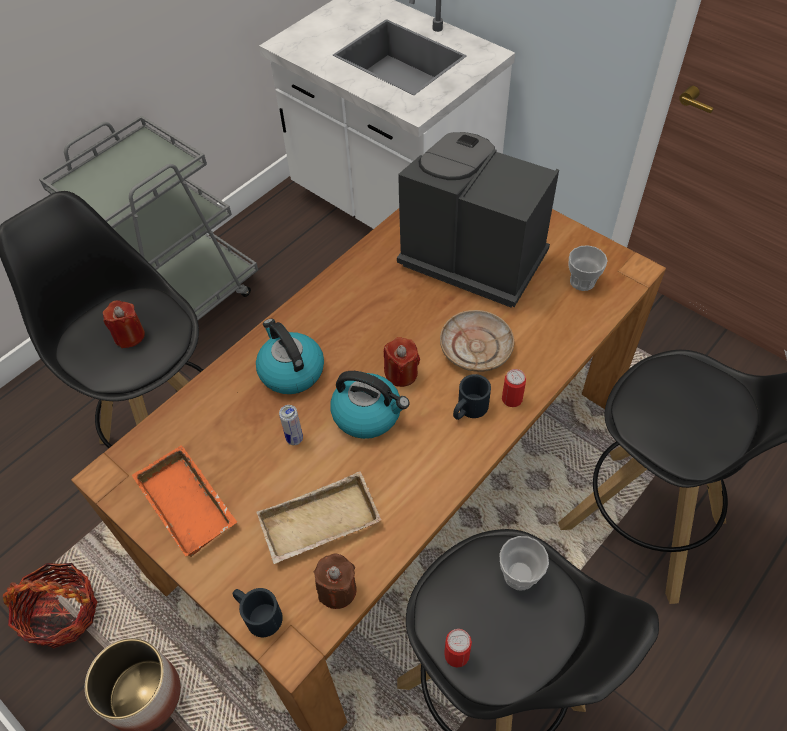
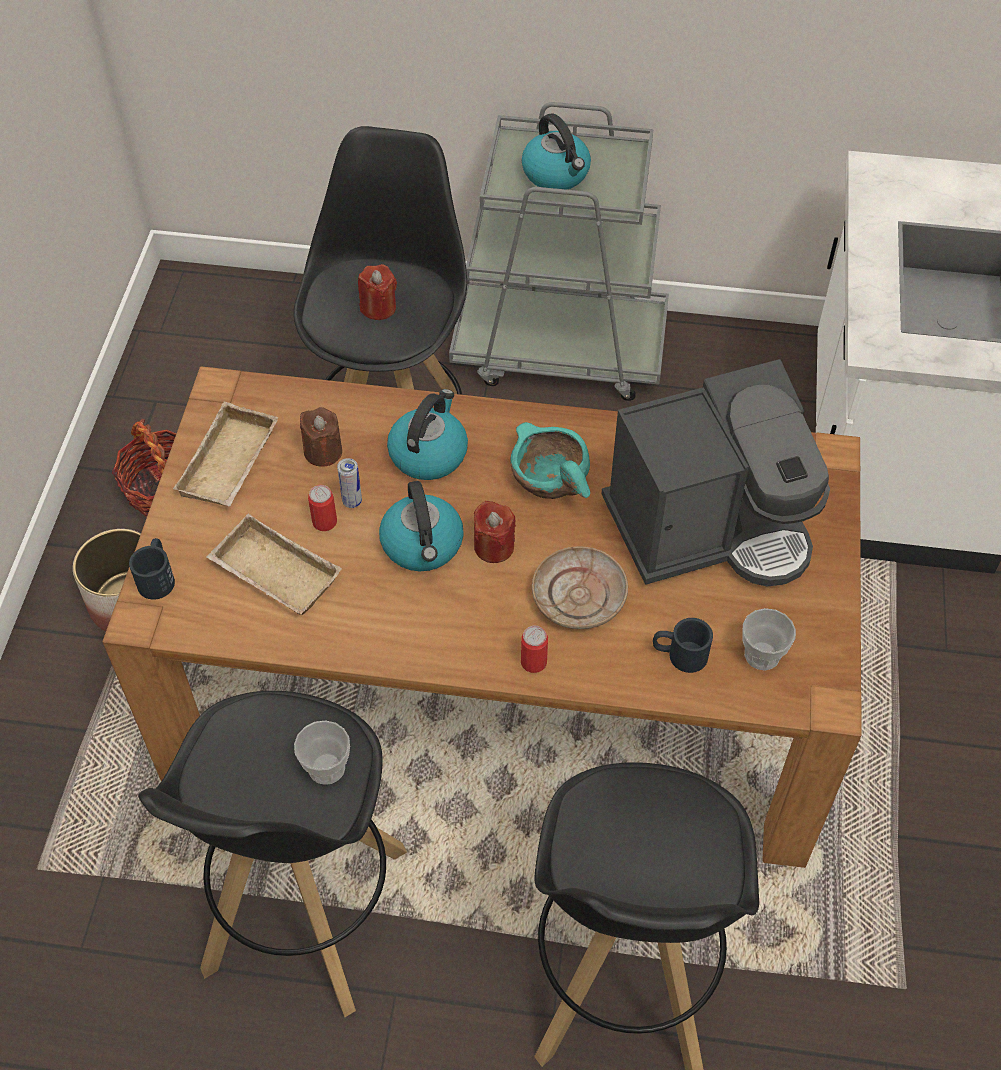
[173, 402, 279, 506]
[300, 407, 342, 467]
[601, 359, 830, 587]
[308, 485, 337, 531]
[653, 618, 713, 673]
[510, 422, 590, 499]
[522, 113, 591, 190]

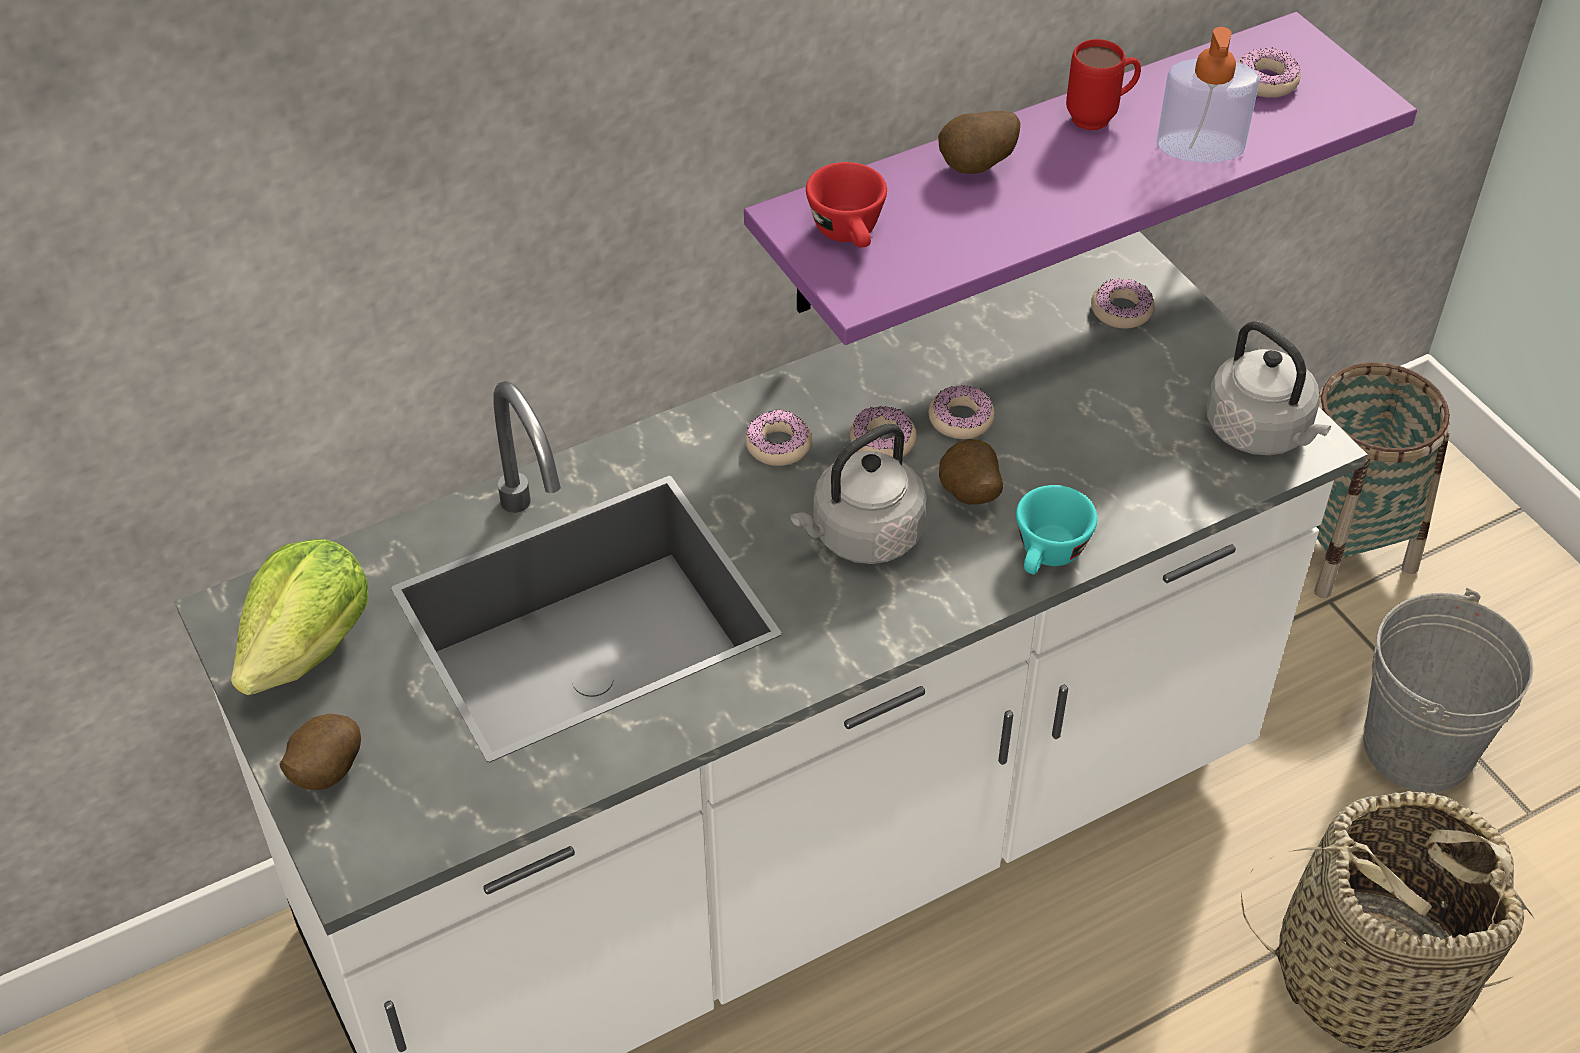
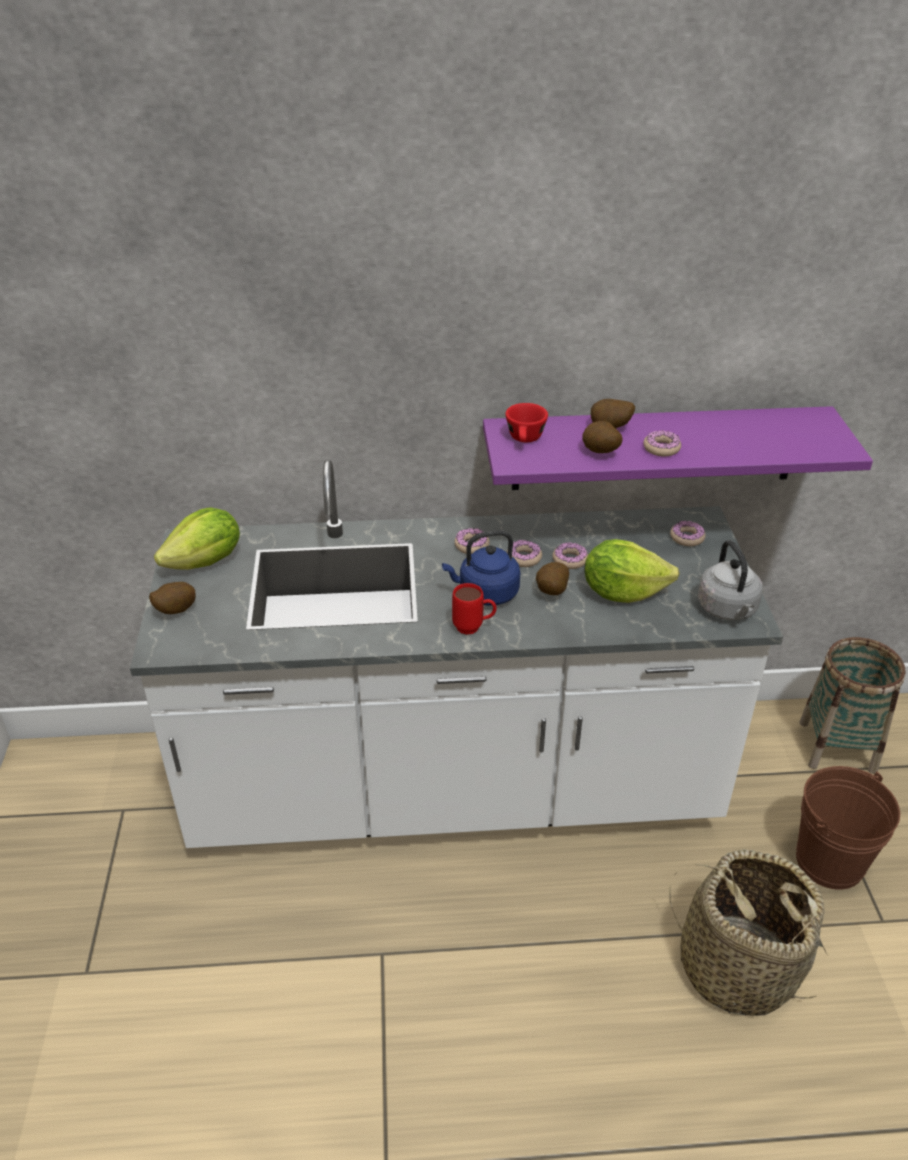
[442, 530, 520, 606]
[1016, 485, 1098, 575] (first image)
[452, 583, 497, 635]
[1156, 27, 1260, 163] (first image)
[643, 430, 681, 456]
[796, 766, 900, 890]
[582, 421, 623, 453]
[585, 539, 680, 603]

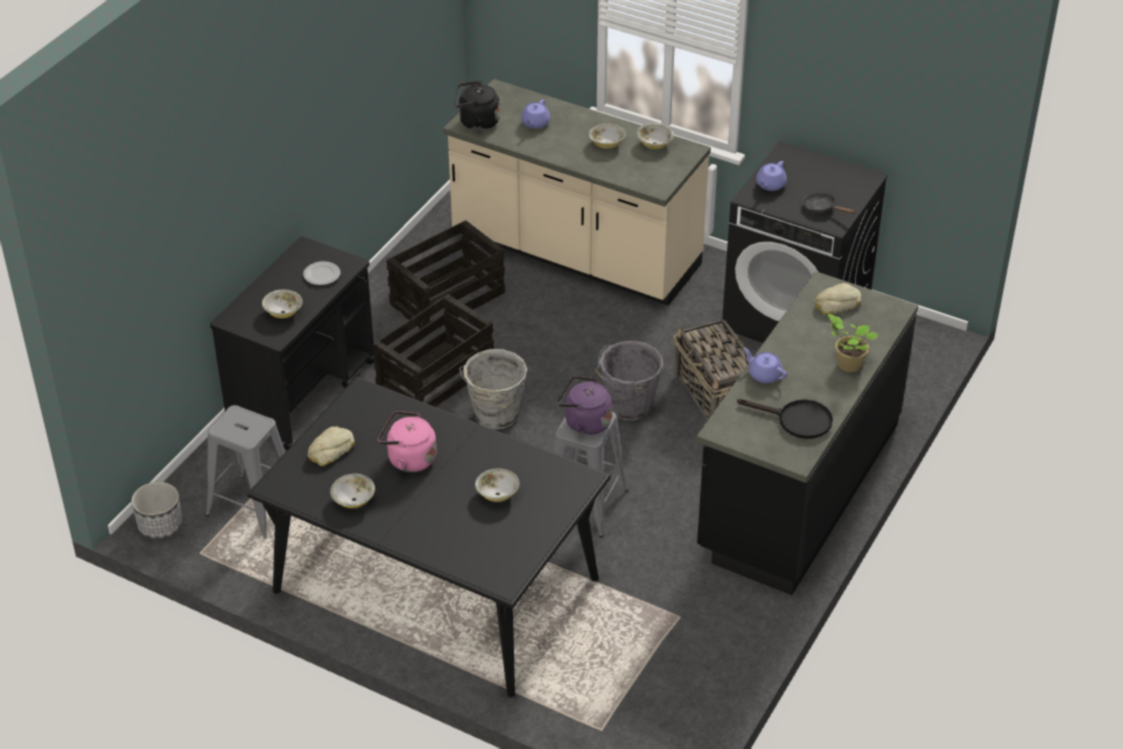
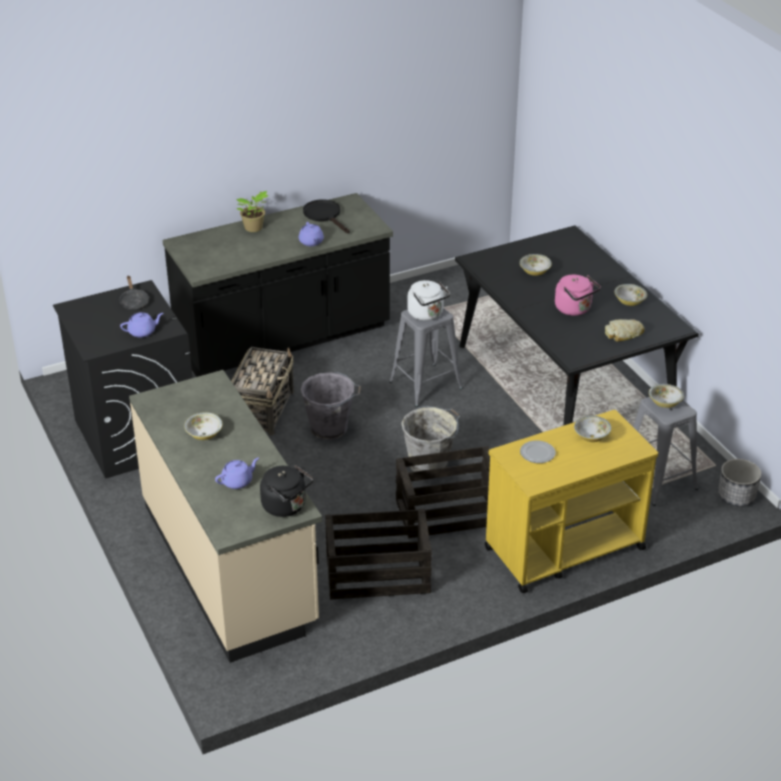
[485, 410, 658, 593]
[407, 280, 450, 321]
[649, 384, 684, 408]
[814, 283, 861, 315] (first image)

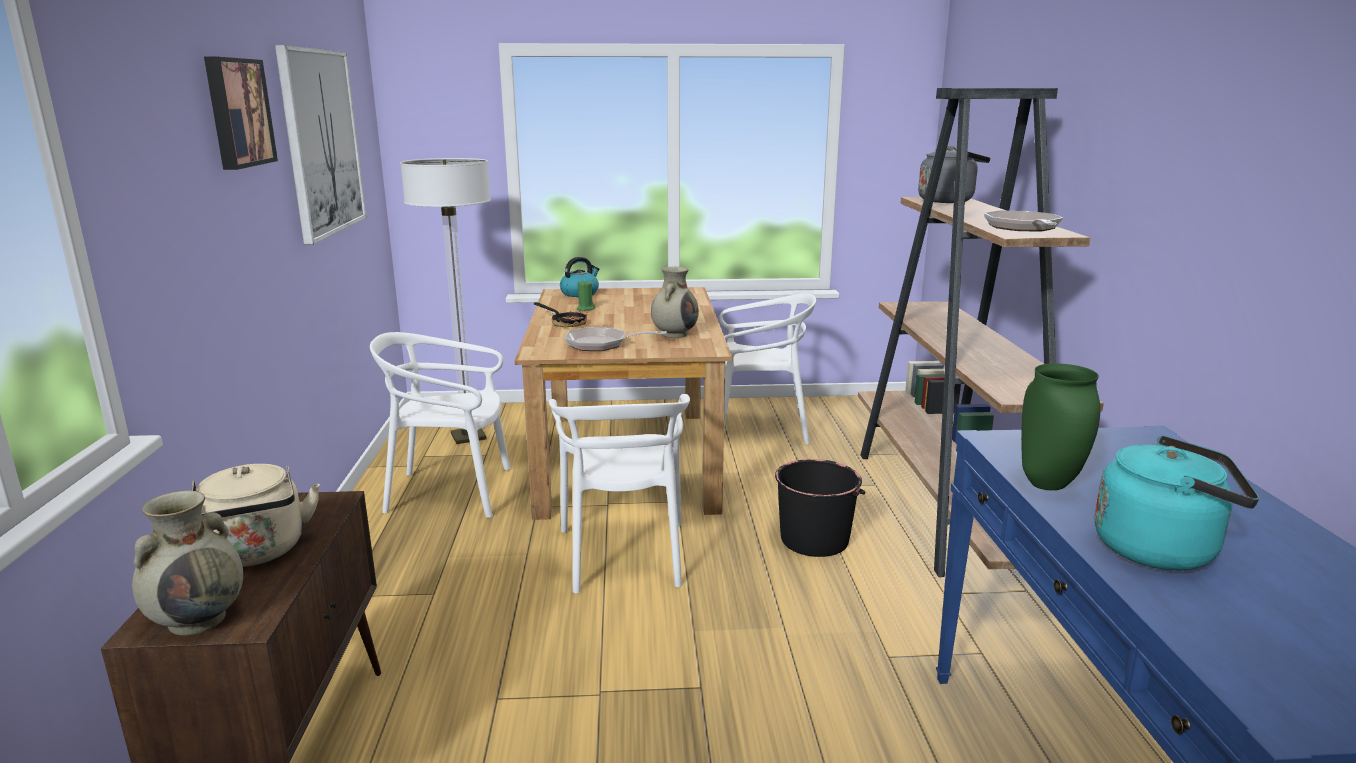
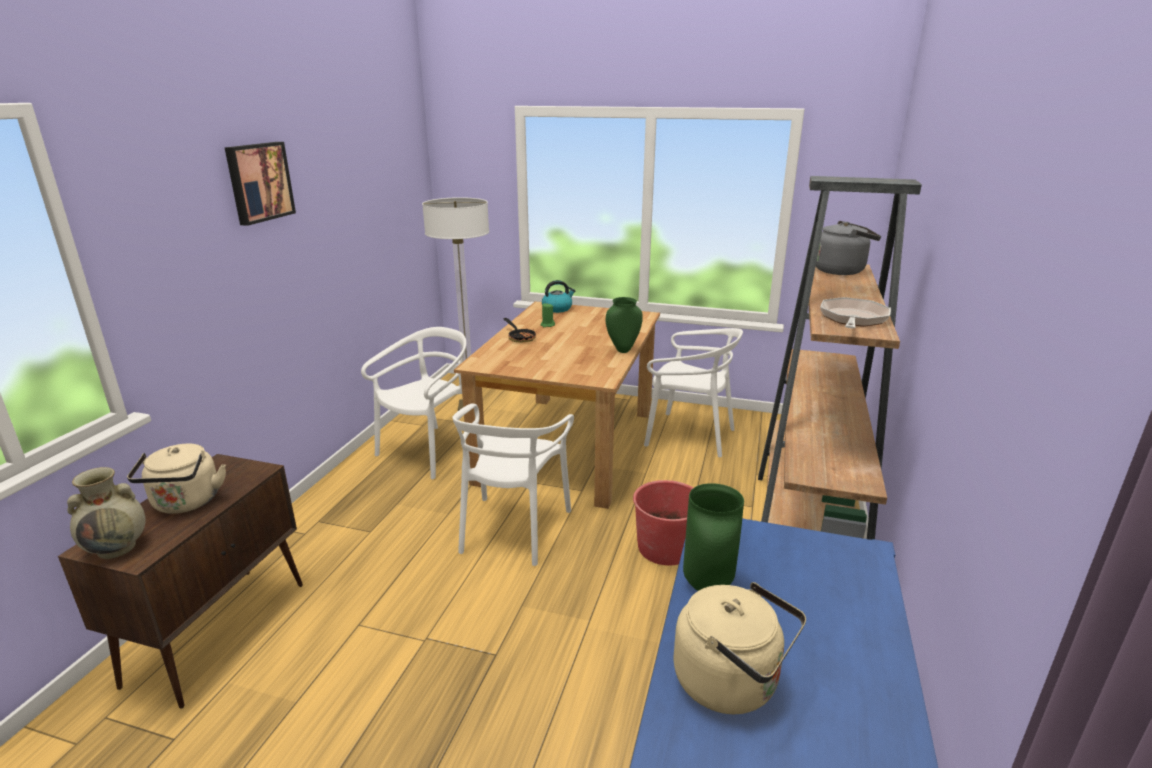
[275, 45, 367, 245] (first image)
[361, 327, 466, 479]
[565, 327, 667, 351] (first image)
[651, 267, 699, 338] (first image)
[633, 480, 693, 565]
[674, 582, 806, 714]
[606, 297, 643, 353]

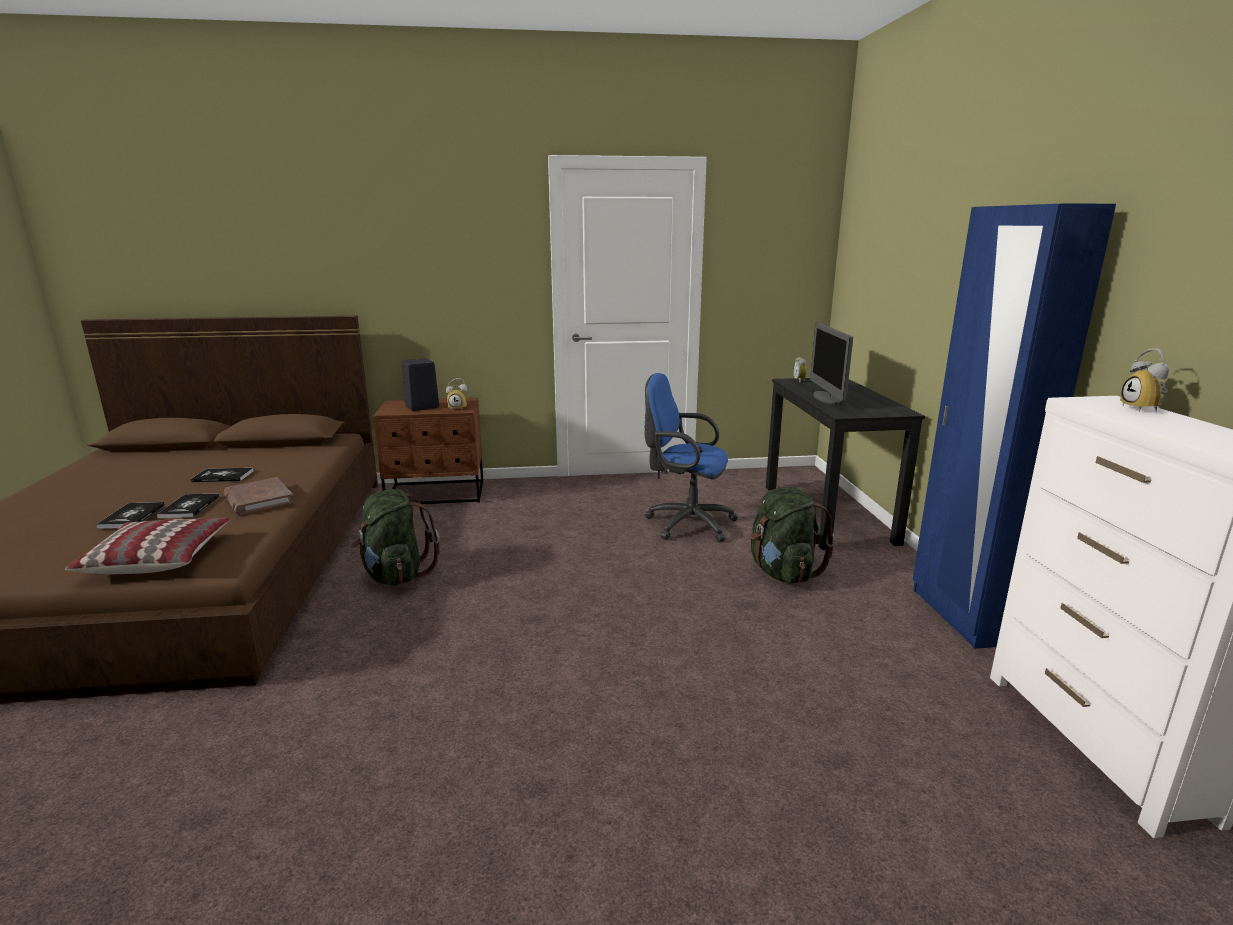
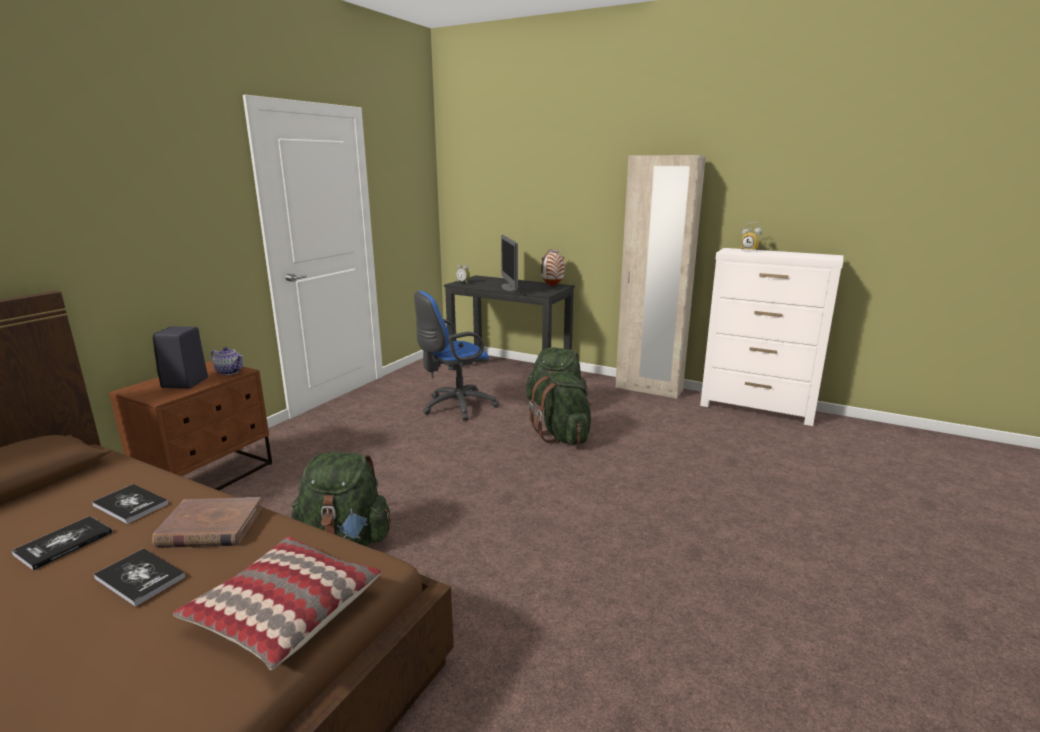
[92, 484, 169, 524]
[211, 347, 243, 375]
[501, 235, 518, 291]
[616, 155, 706, 399]
[529, 371, 592, 445]
[541, 249, 565, 286]

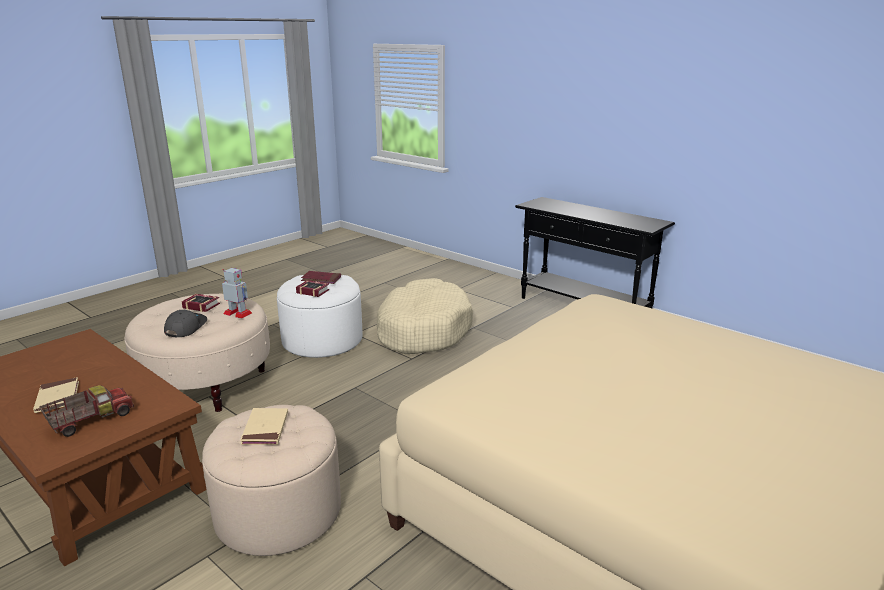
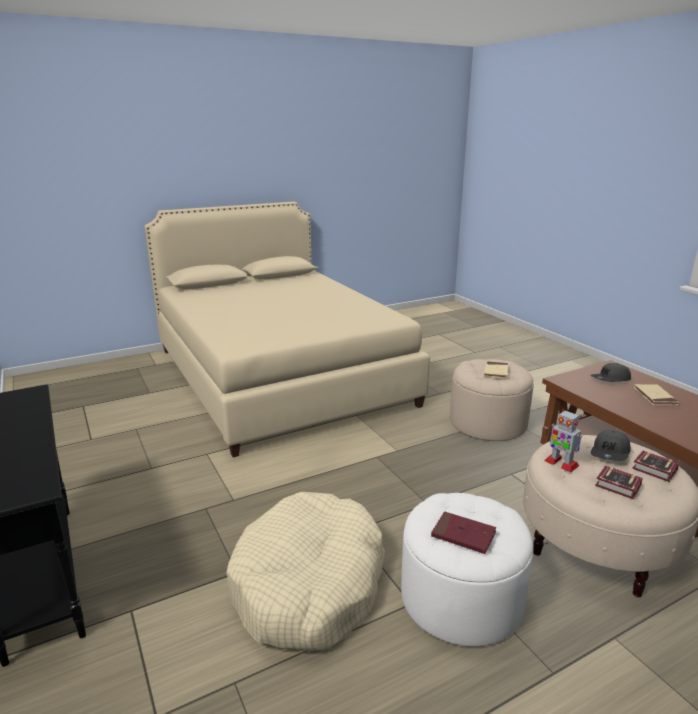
[590, 363, 631, 382]
[632, 451, 679, 482]

